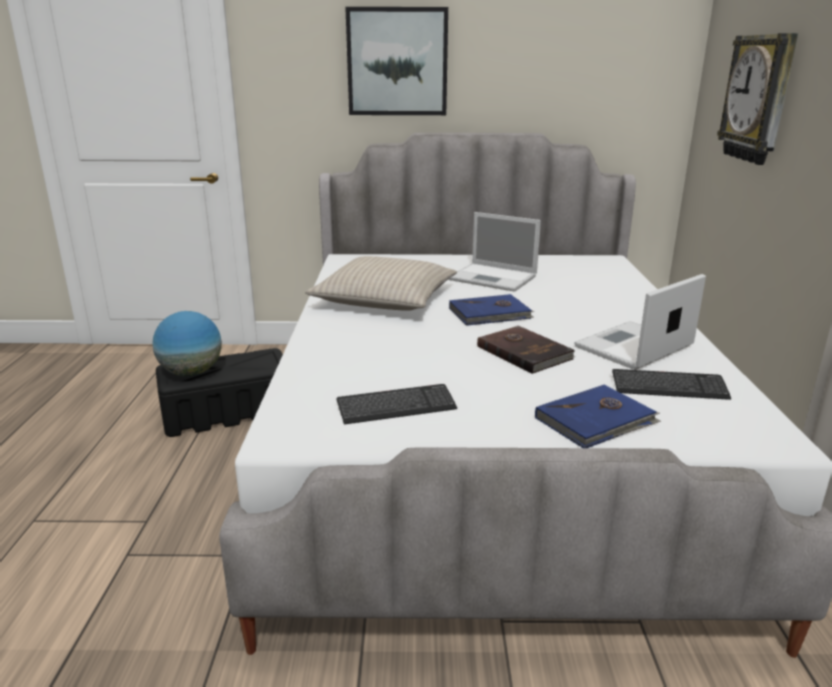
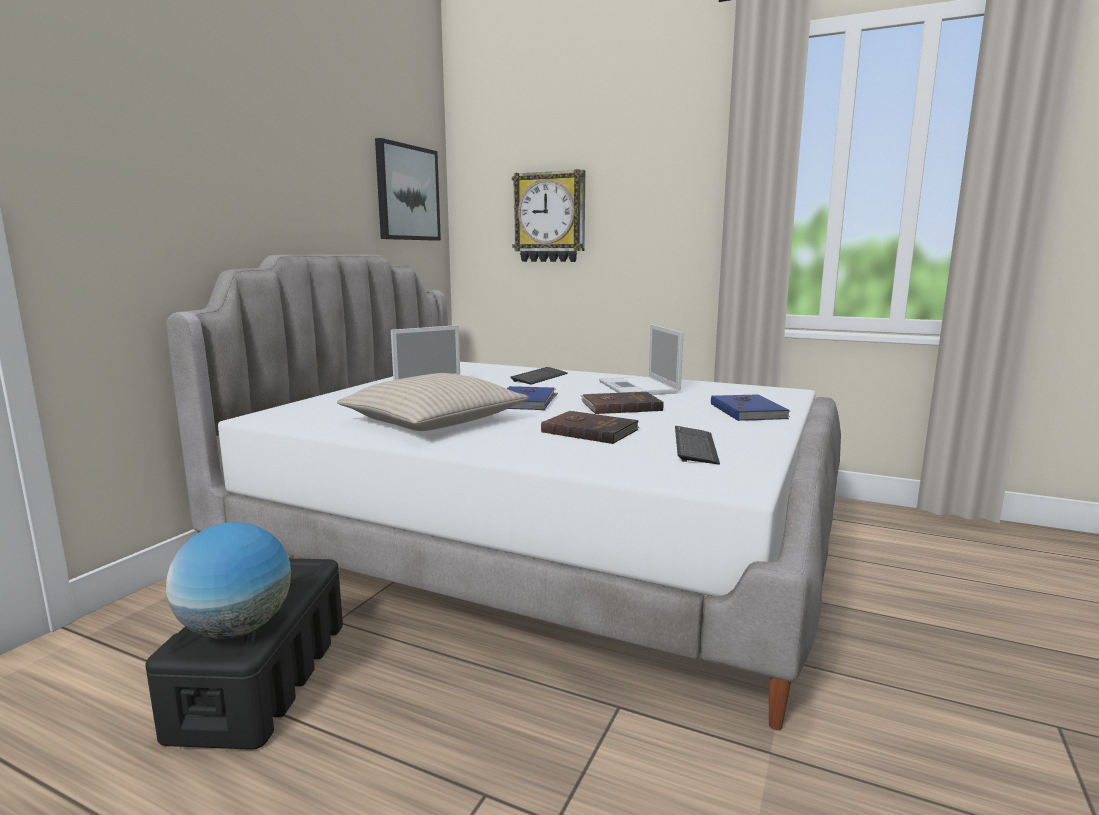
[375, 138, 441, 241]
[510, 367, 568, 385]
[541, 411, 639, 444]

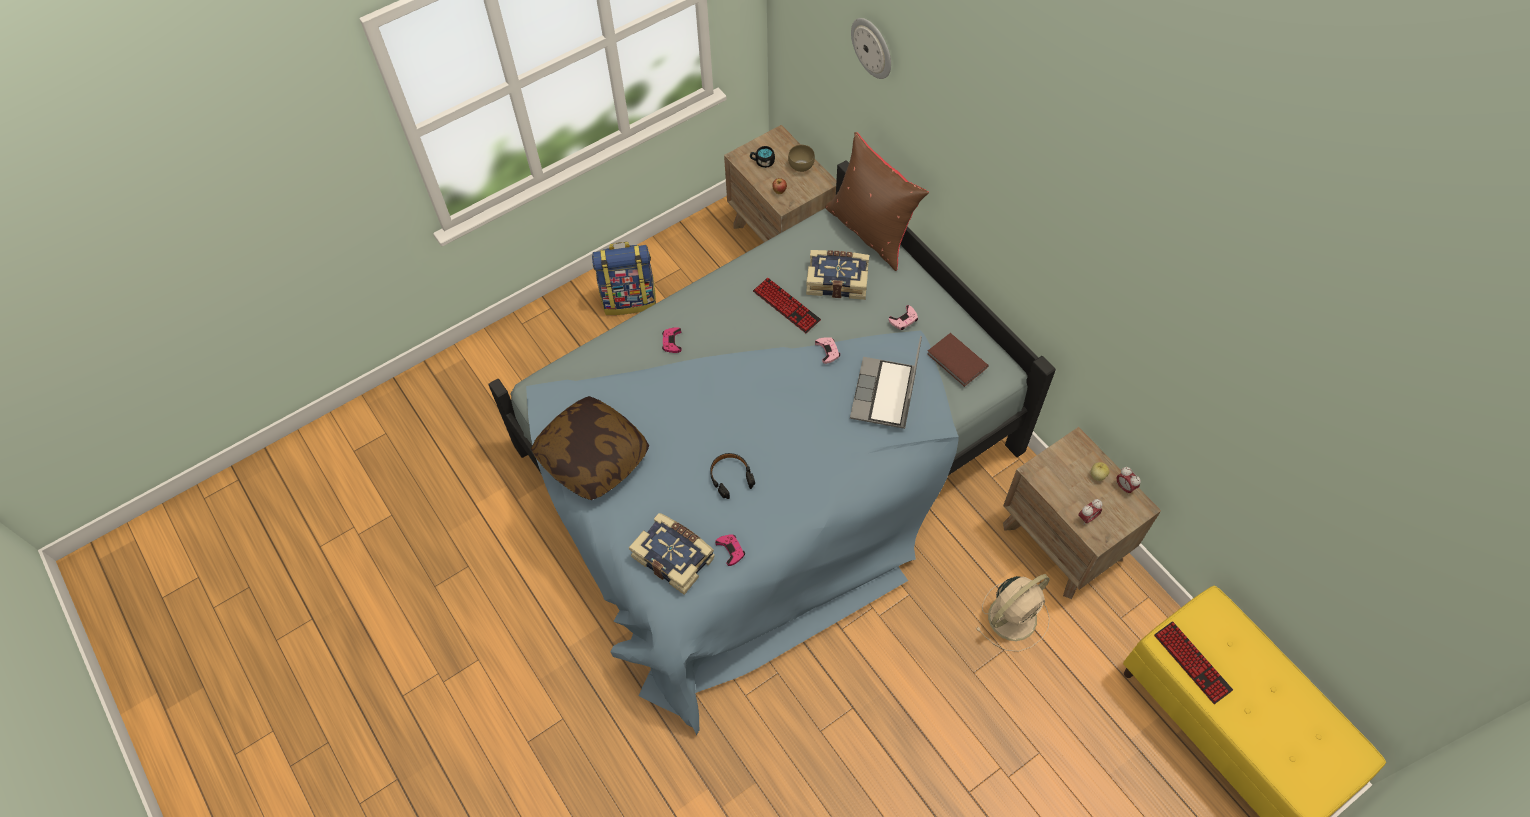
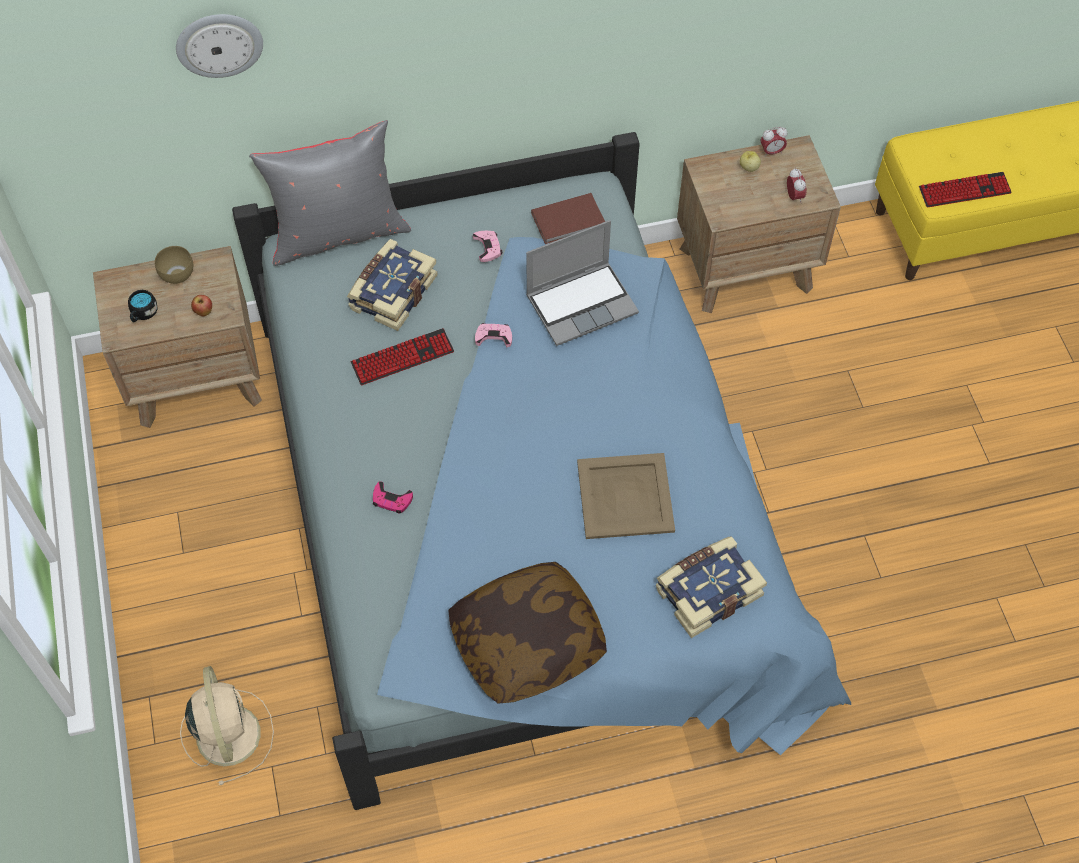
[592, 242, 656, 315] (first image)
[577, 453, 675, 539]
[715, 534, 745, 566] (first image)
[249, 120, 411, 266]
[526, 220, 639, 346]
[180, 666, 274, 785]

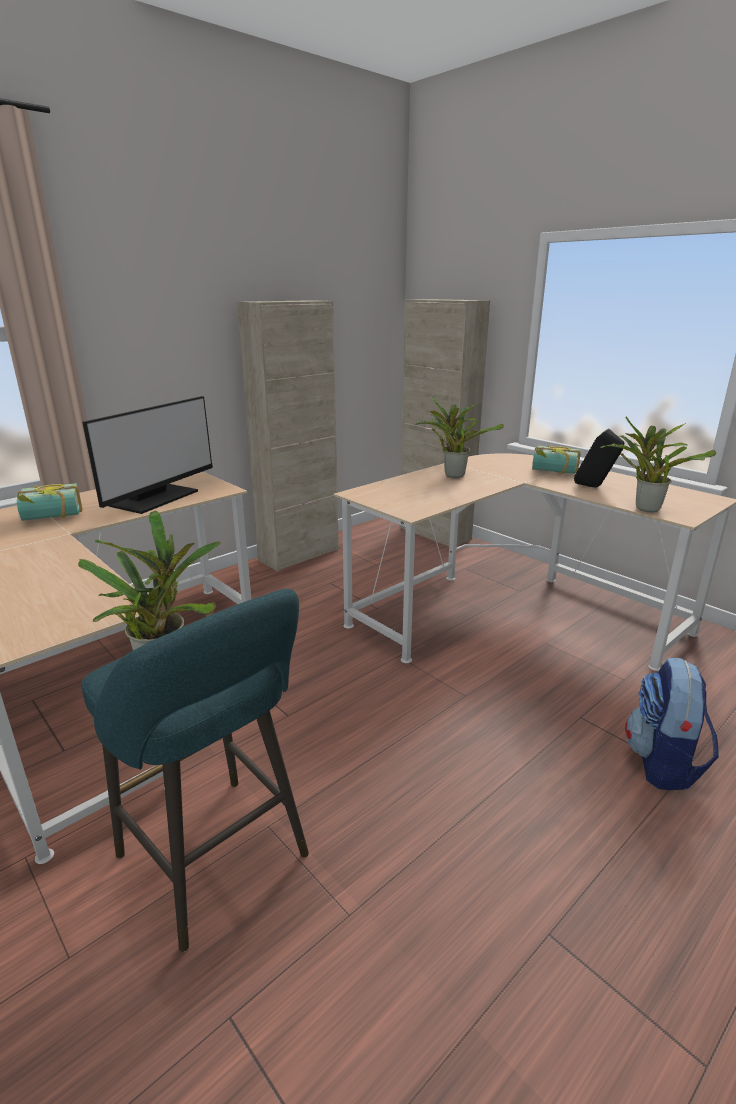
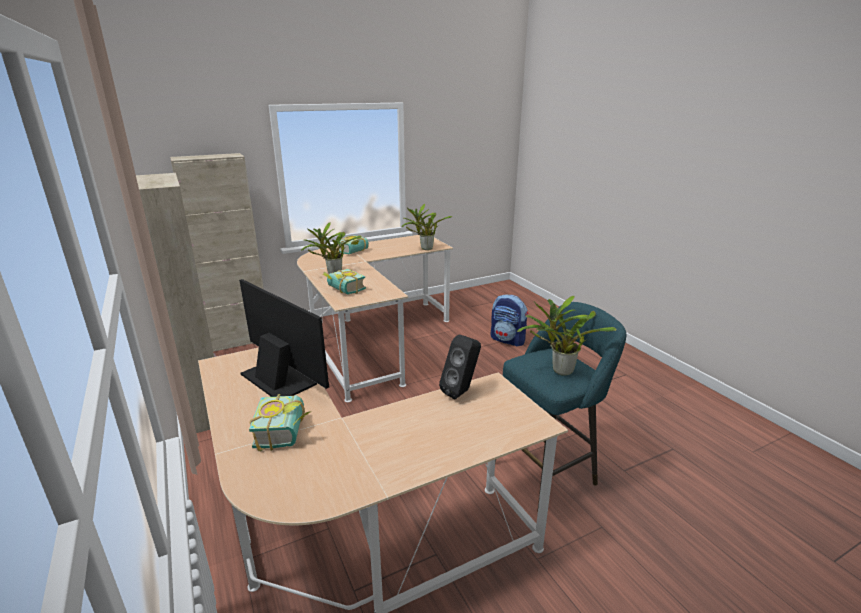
[439, 335, 481, 400]
[323, 269, 366, 295]

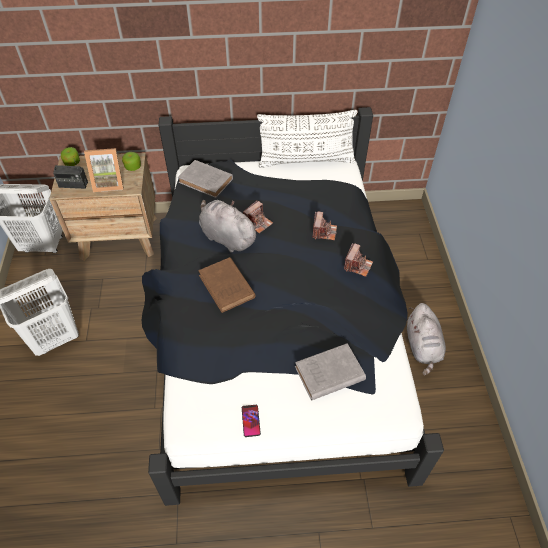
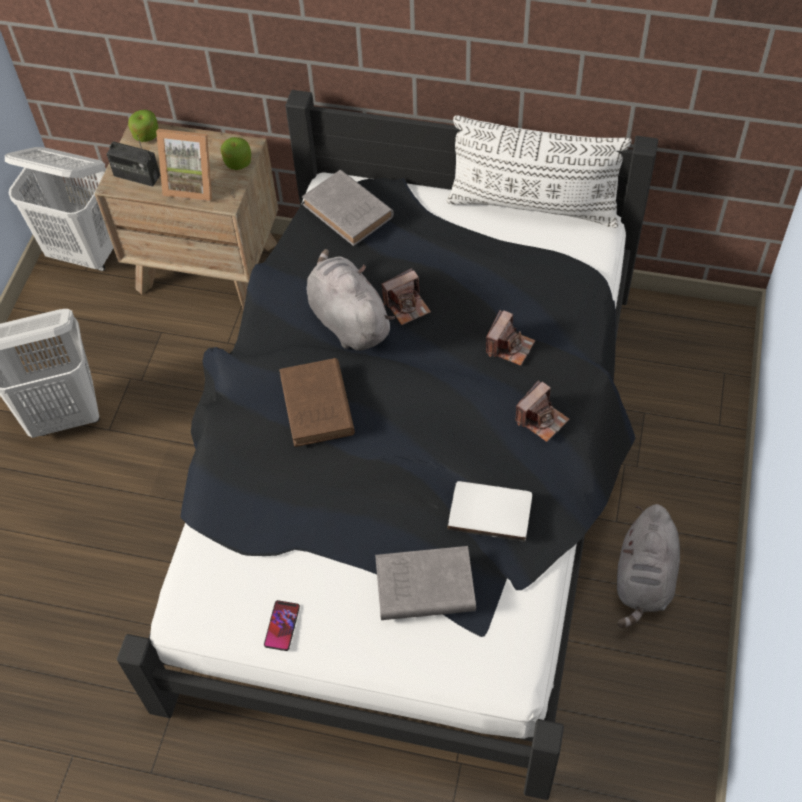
[448, 481, 532, 542]

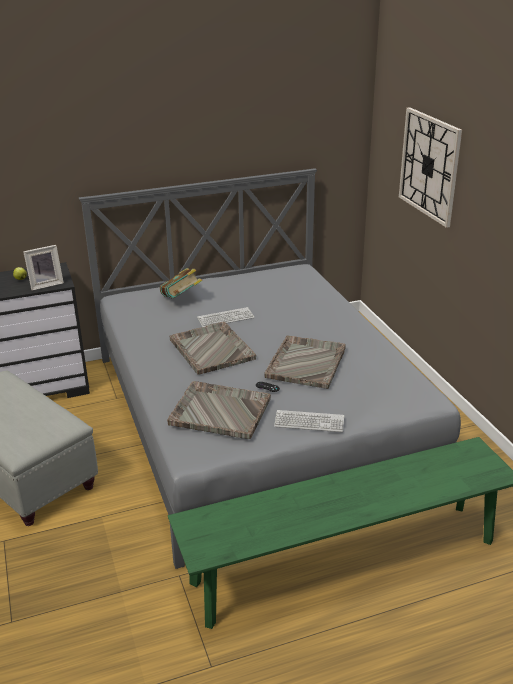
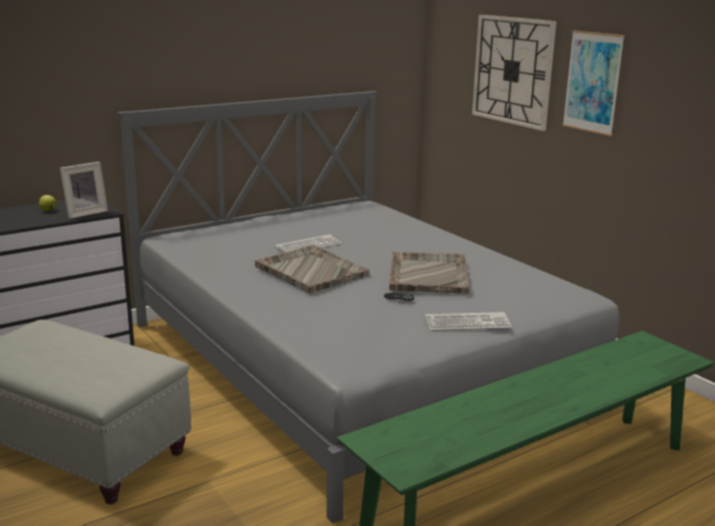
[160, 268, 202, 298] (first image)
[167, 381, 271, 439] (first image)
[562, 30, 625, 136]

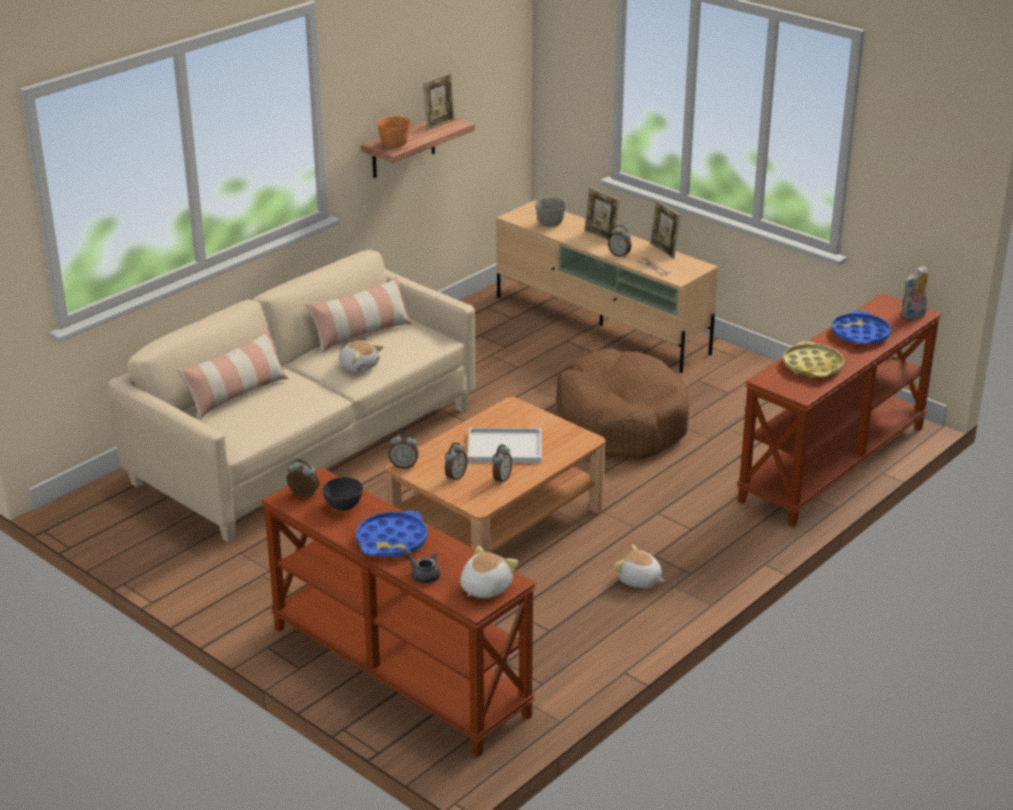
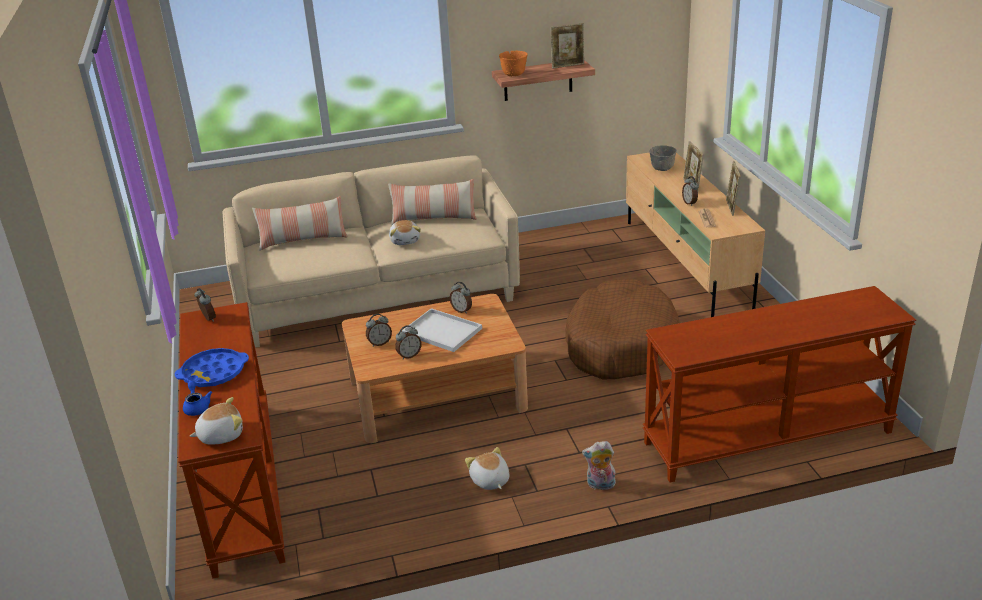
[322, 477, 363, 511] (first image)
[450, 282, 472, 314]
[183, 381, 212, 416]
[783, 341, 844, 377] (first image)
[832, 311, 891, 344] (first image)
[582, 441, 616, 490]

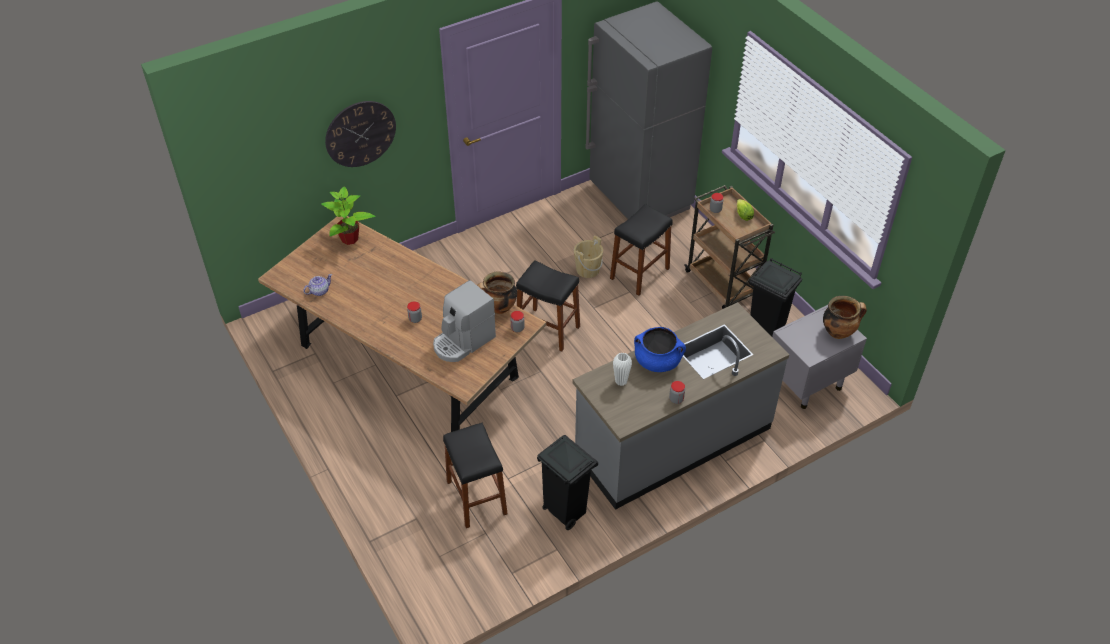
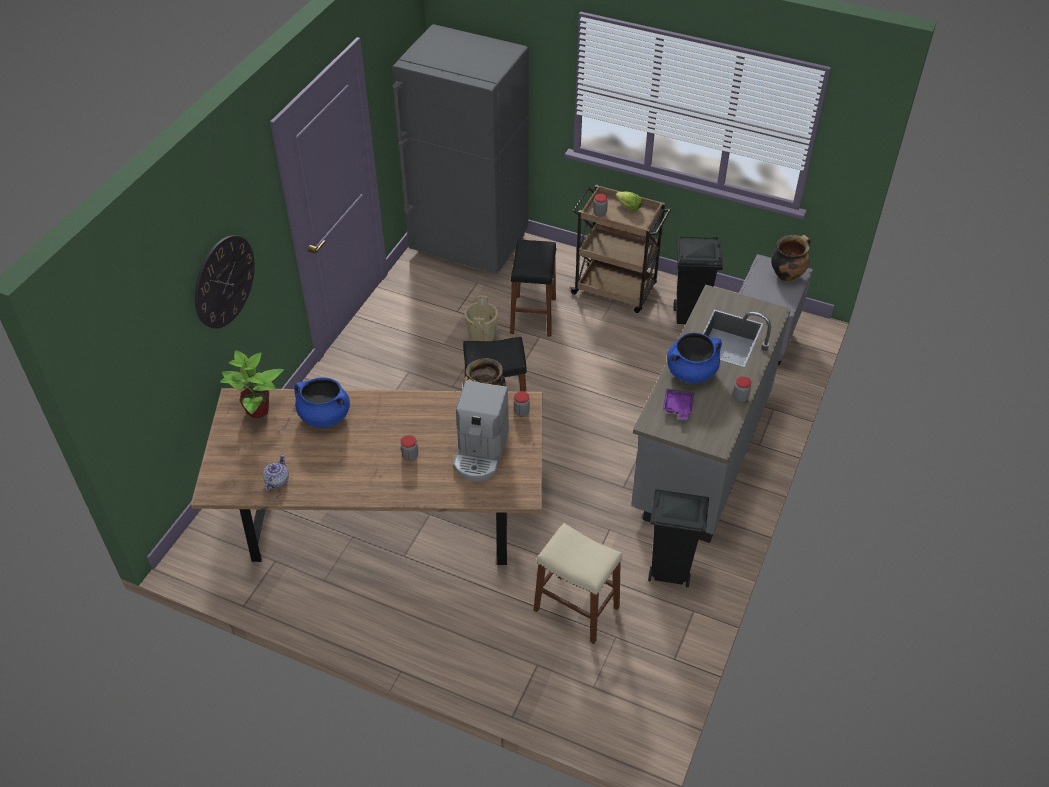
[534, 523, 622, 644]
[663, 388, 695, 420]
[294, 377, 350, 428]

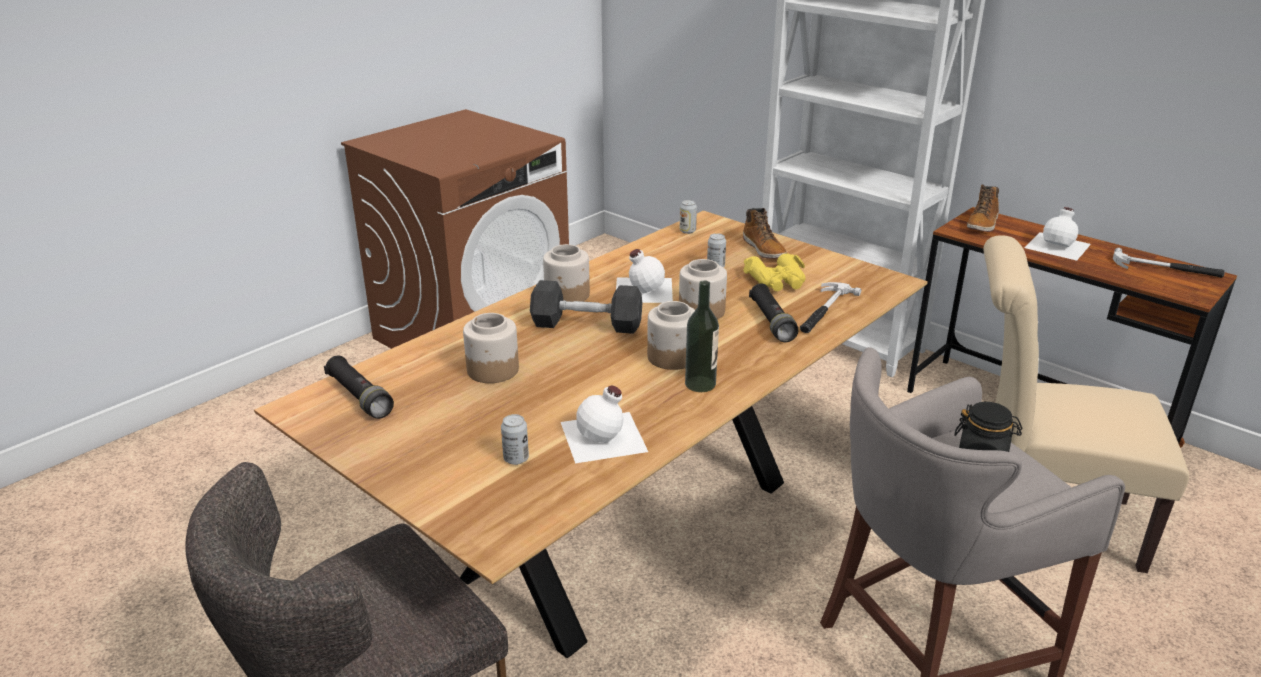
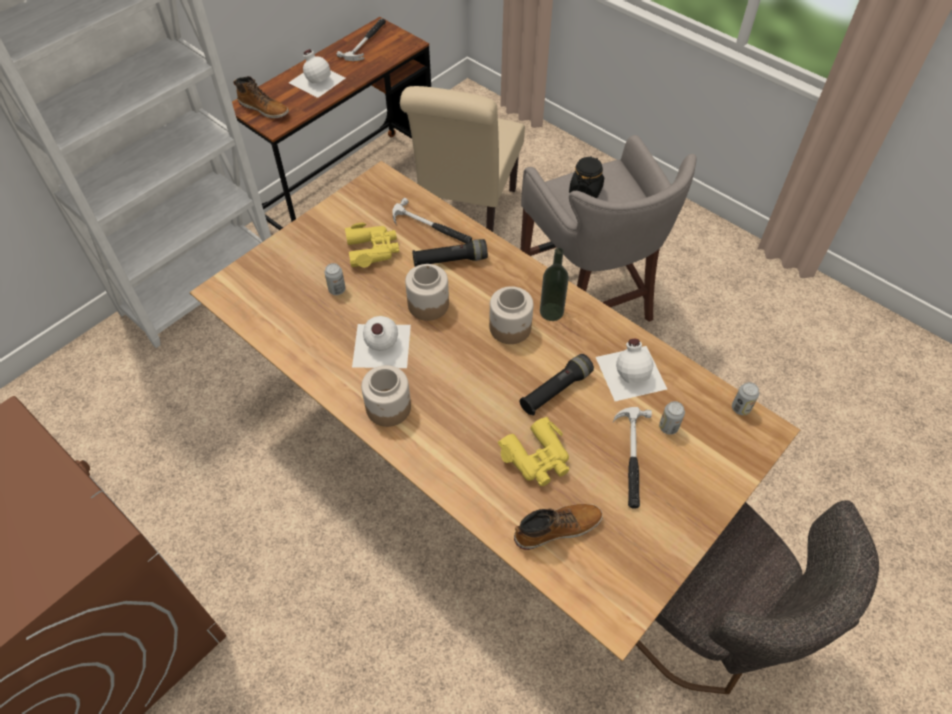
[520, 354, 594, 416]
[498, 417, 569, 486]
[530, 280, 642, 334] (first image)
[732, 382, 759, 415]
[514, 504, 603, 550]
[613, 407, 652, 508]

